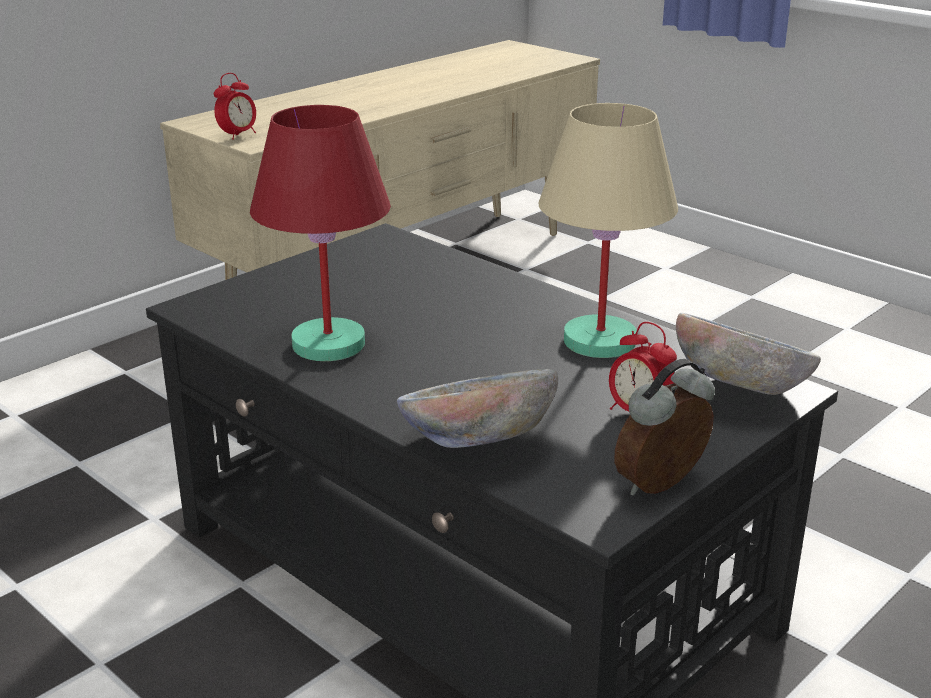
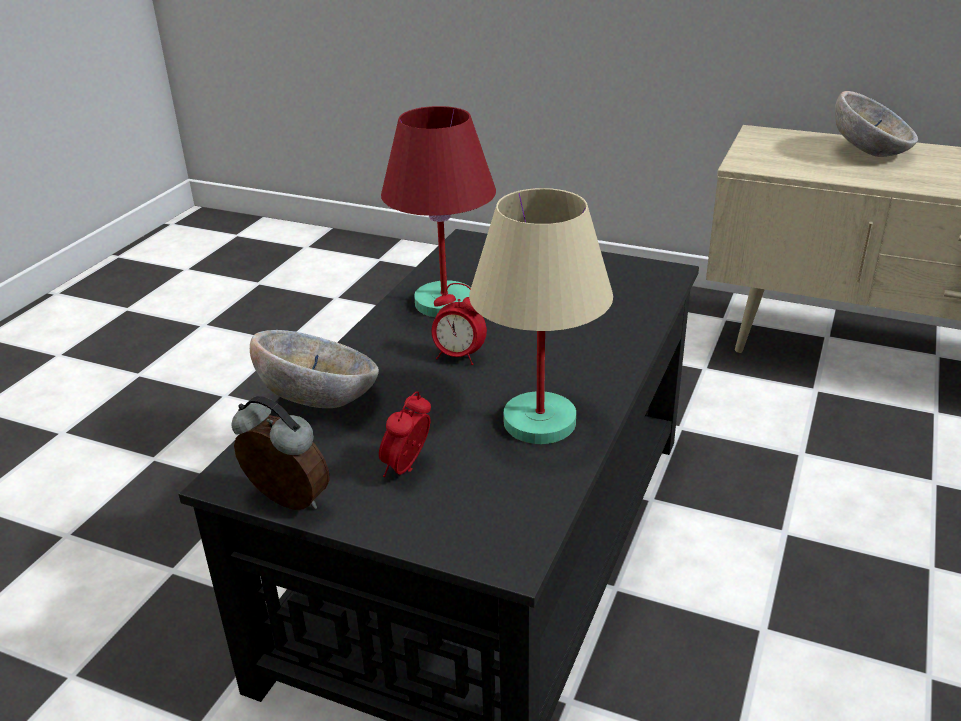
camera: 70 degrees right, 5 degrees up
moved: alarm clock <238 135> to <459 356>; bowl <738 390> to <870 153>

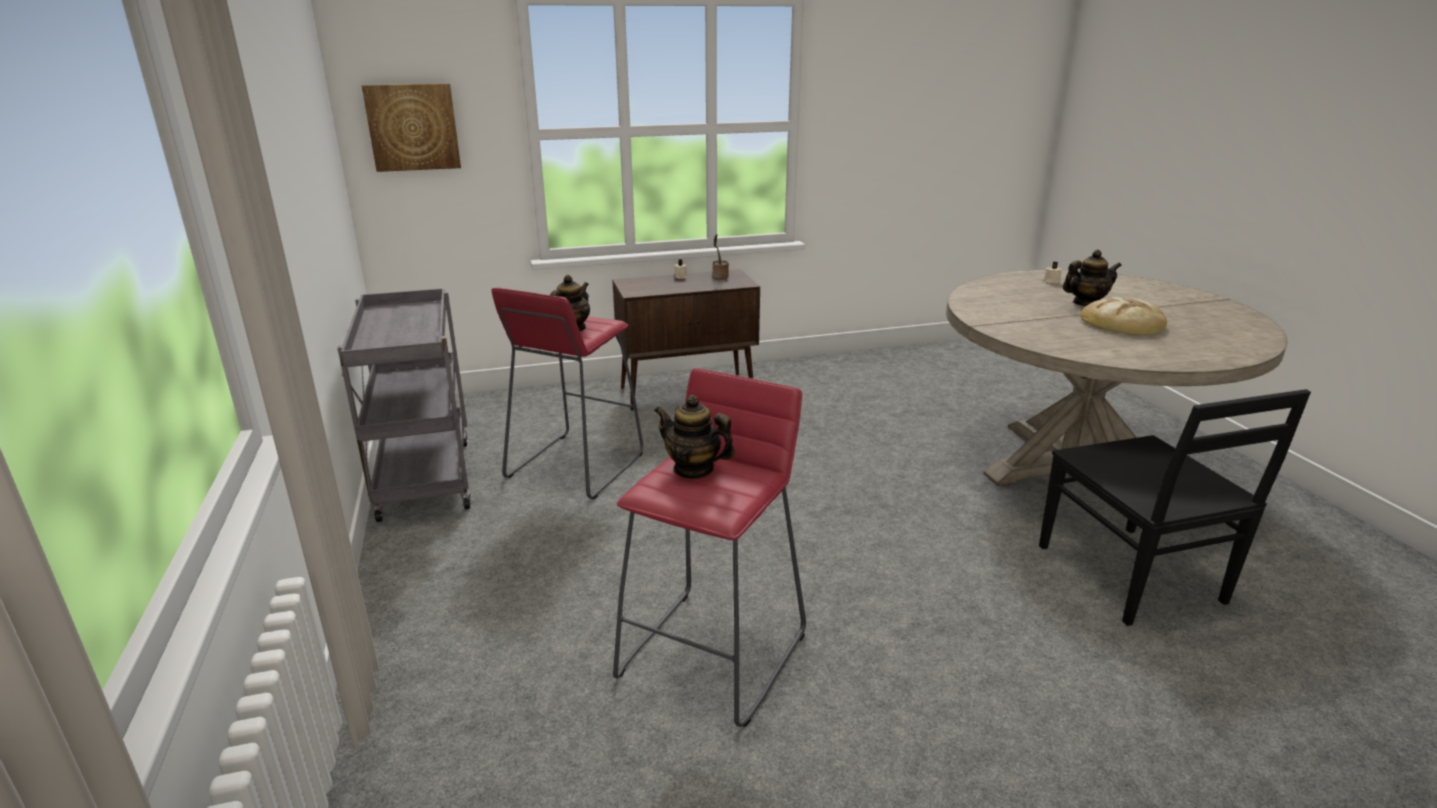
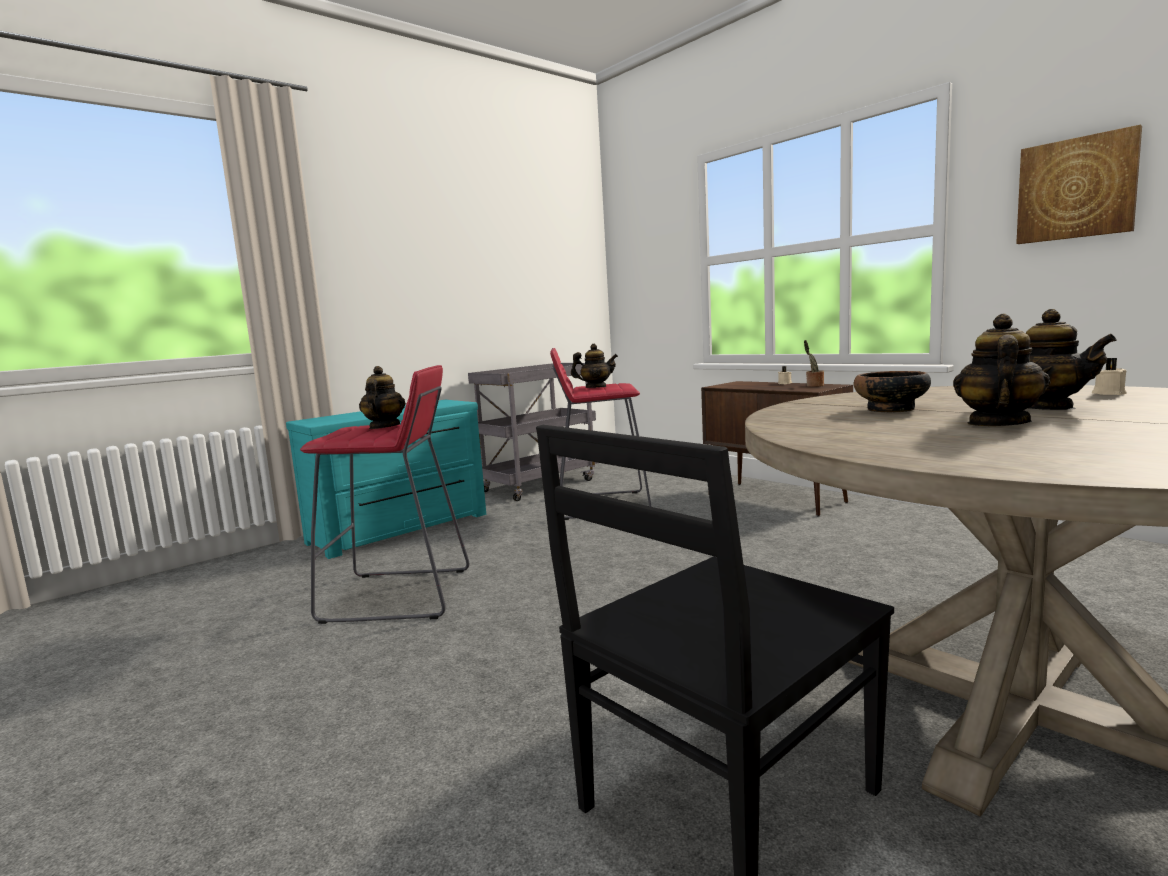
camera: 65 degrees right, 15 degrees down
added: turquoise dresser <402 529>; bowl <890 409>
moved: picture <413 127> to <1076 189>
replaced: bread <1123 323> to teapot <997 423>

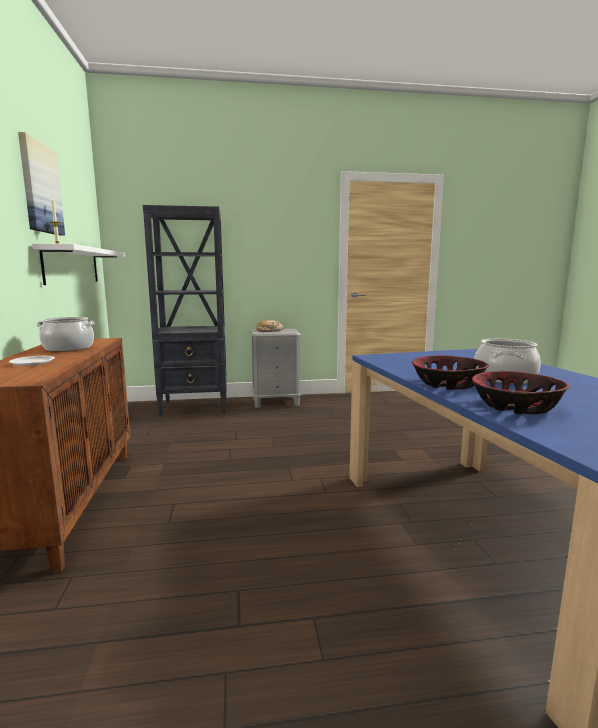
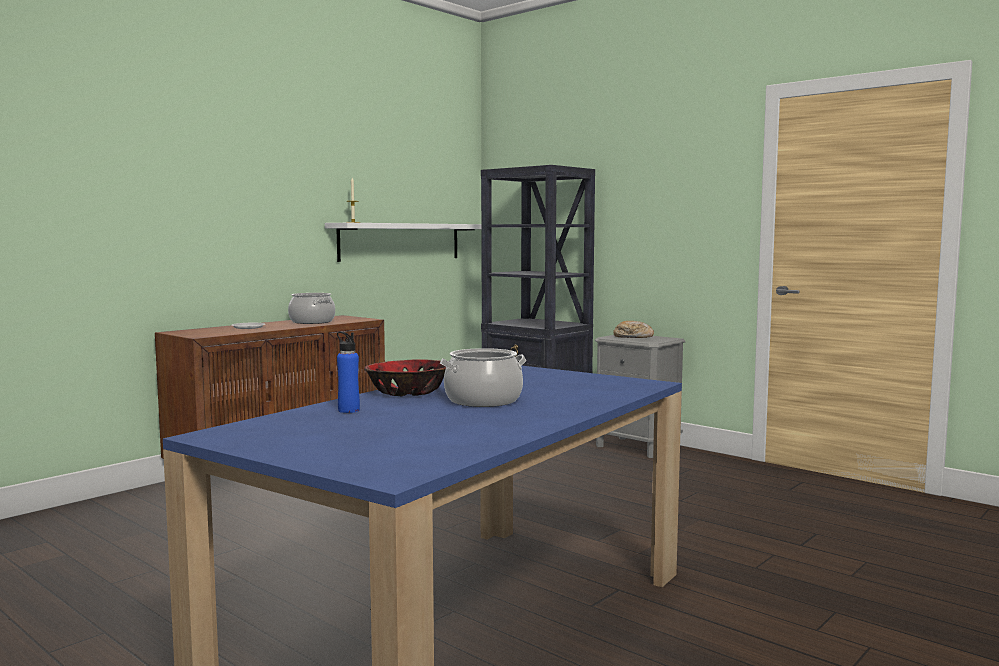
camera: 50 degrees right, 5 degrees down
removed: picture <40 188>
replaced: bowl <515 407> to blue bottle <348 410>

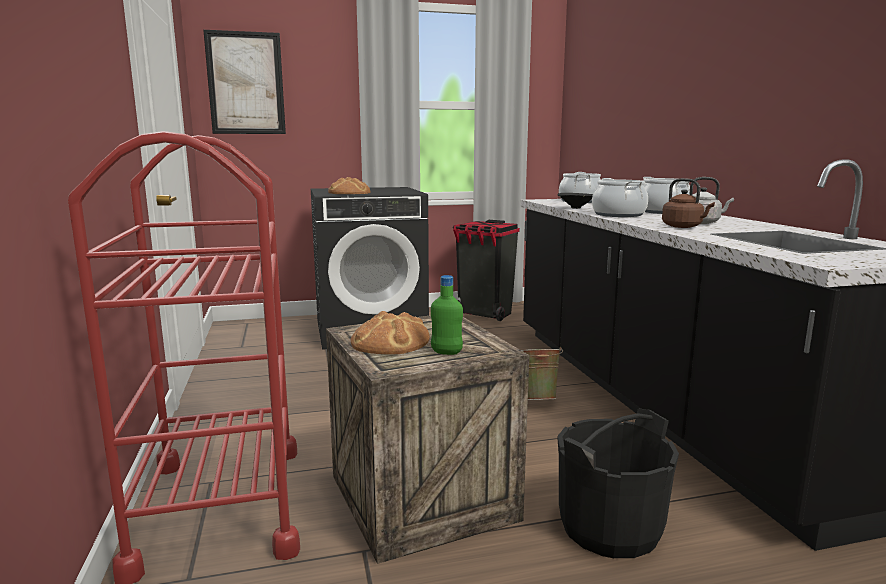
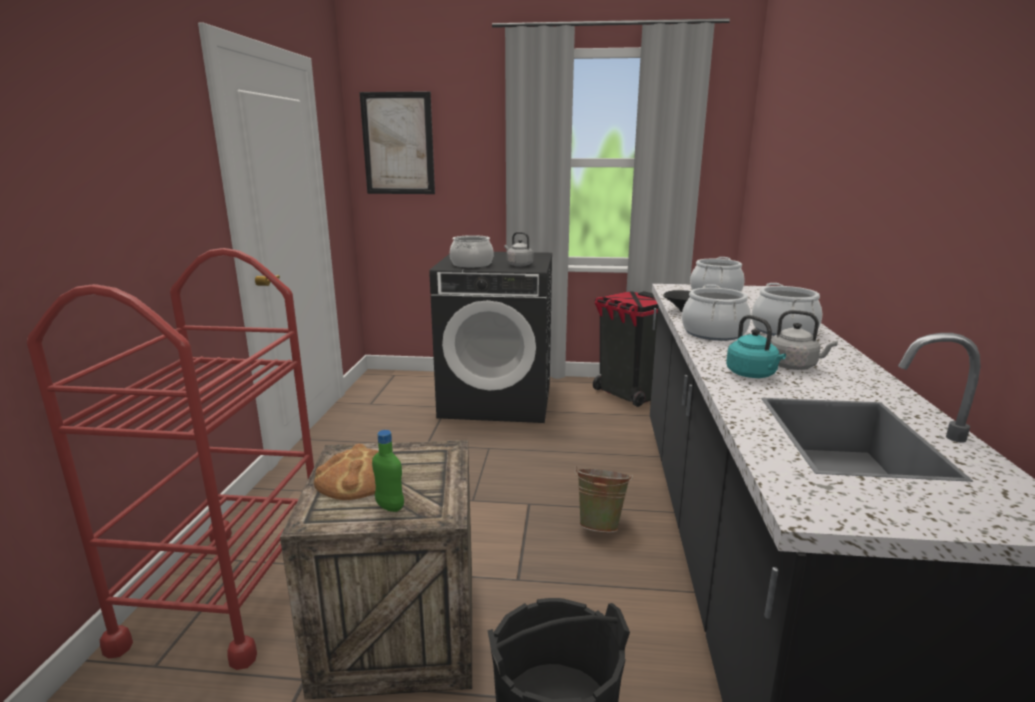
camera: 20 degrees right, 5 degrees up
added: grey kettle <518 265>
replaced: bread <349 193> to cooking pot <471 264>
recoloured: brown kettle <684 227> to turquoise kettle <752 375>

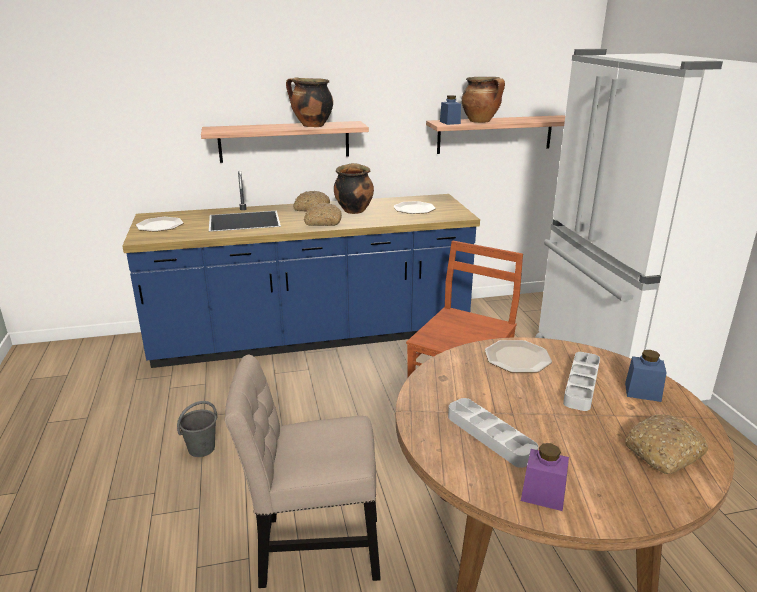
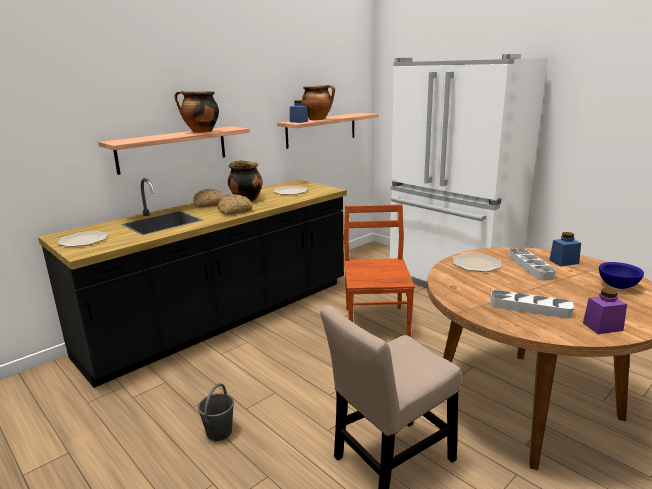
camera: 30 degrees left, 5 degrees down
replaced: bread <663 452> to blue bowl <618 286>
recoloured: blue counter <312 337> to black counter <224 318>

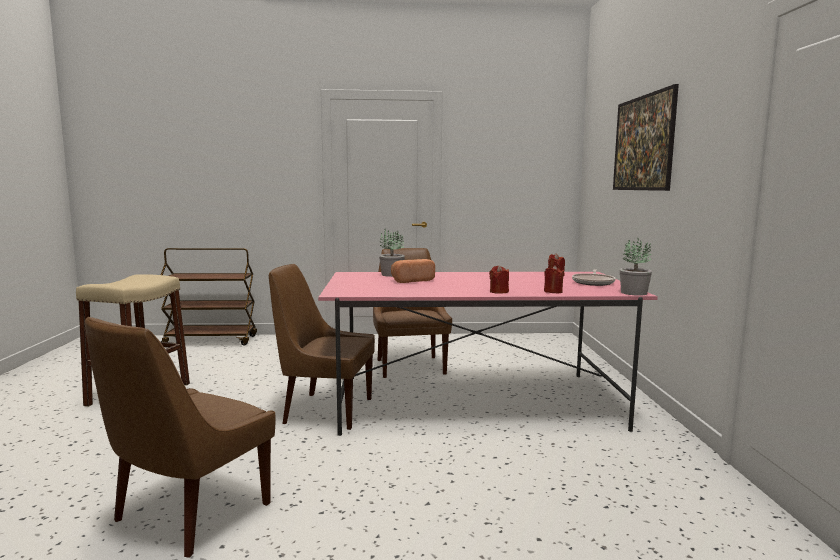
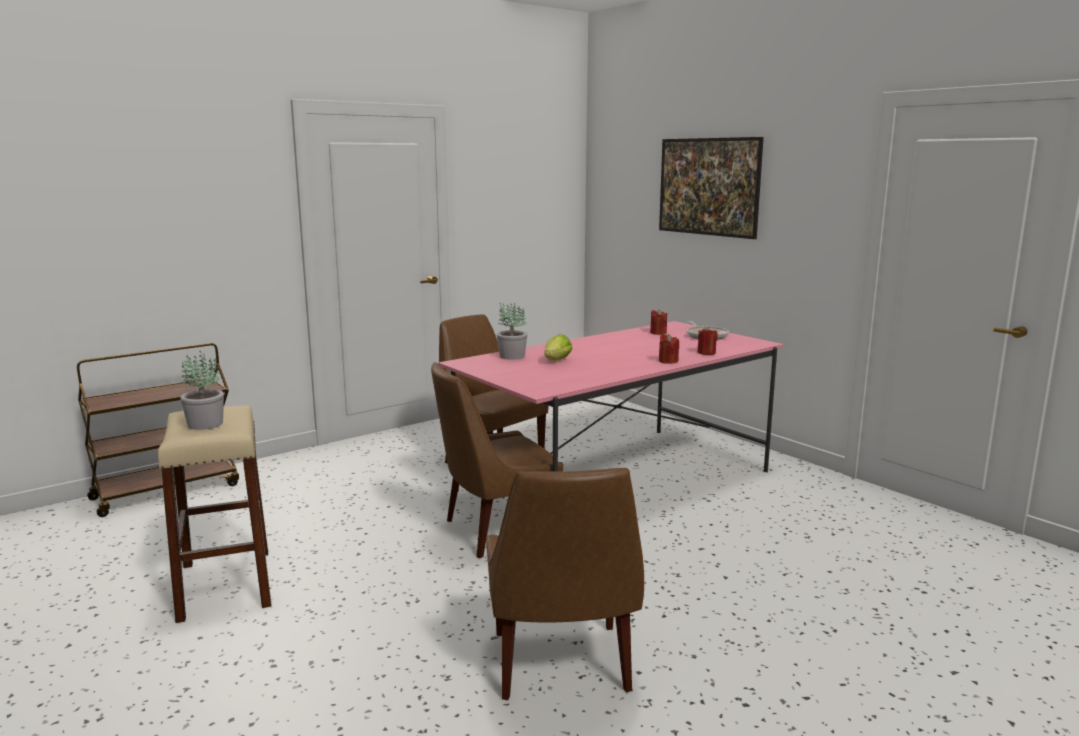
camera: 35 degrees left, 5 degrees up
moved: potted plant <633 293> to <204 424>
replaced: bread <411 280> to lettuce <556 361>

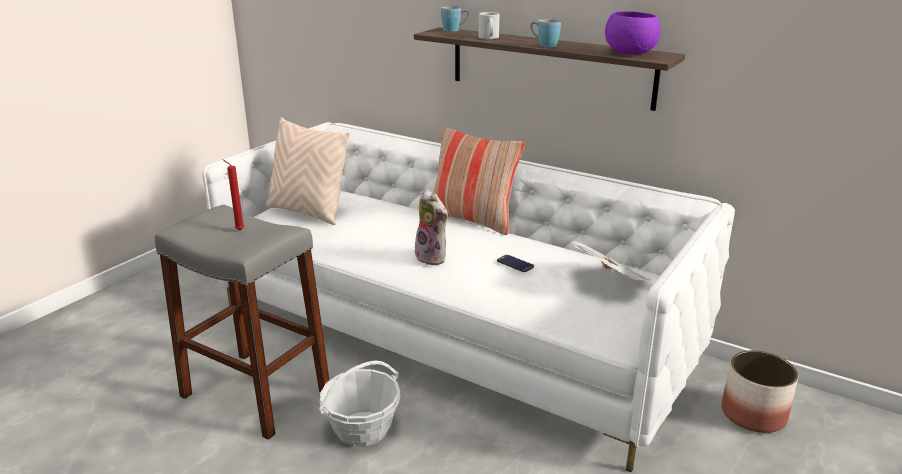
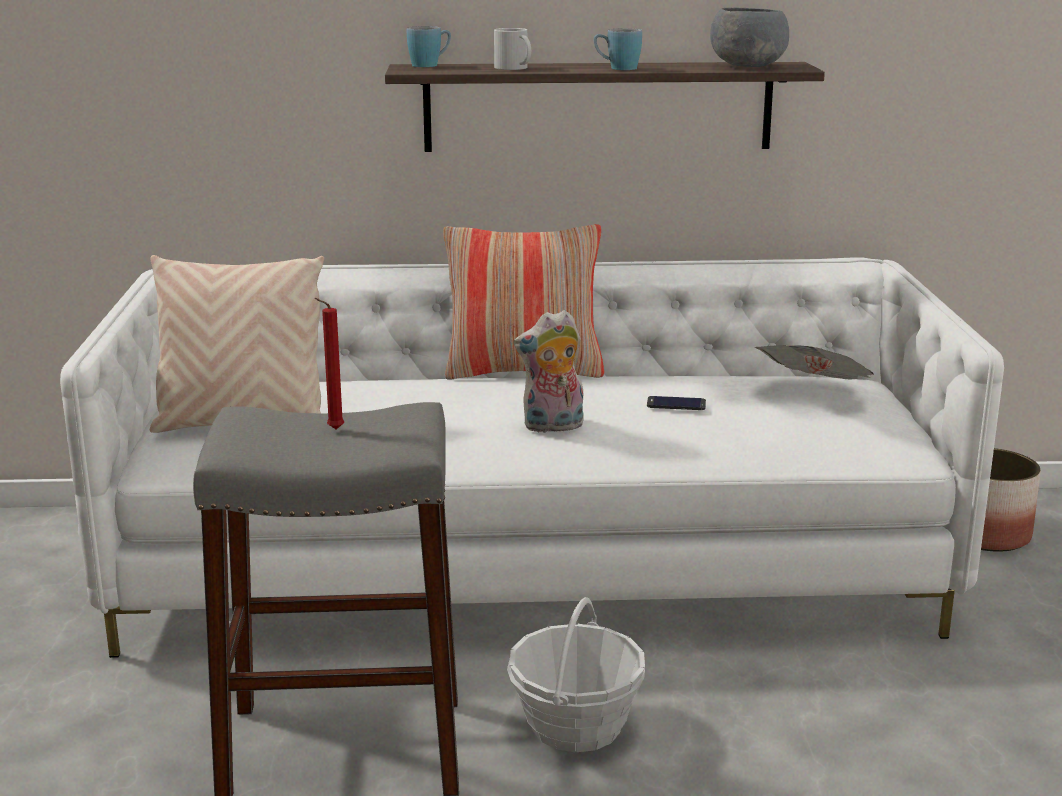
camera: 35 degrees left, 5 degrees down
recoloured: purple bowl <631 53> to grey bowl <749 66>
turned: plush toy <433 257> = <552 427> 150 degrees clockwise

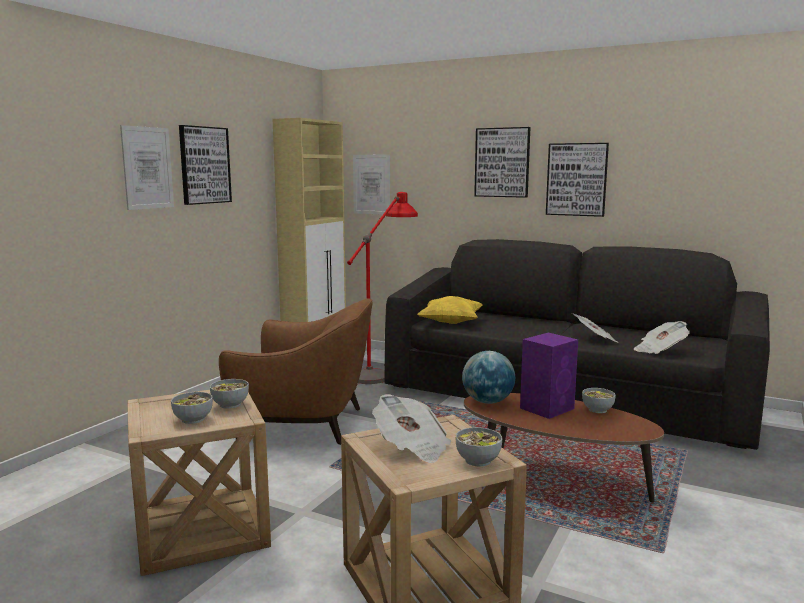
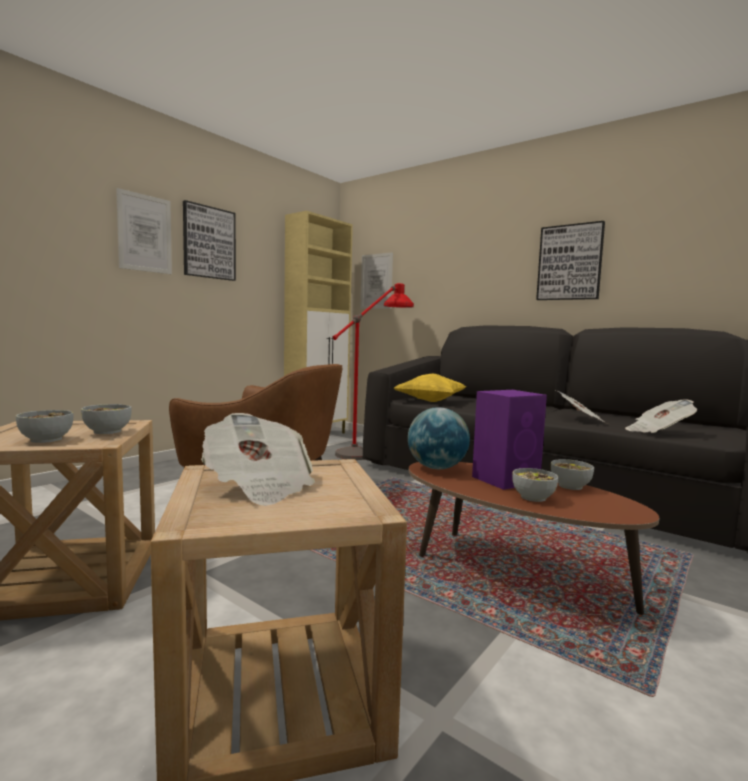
camera: 10 degrees right, 5 degrees down
removed: picture <502 162>
moved: bowl <478 460> to <533 497>

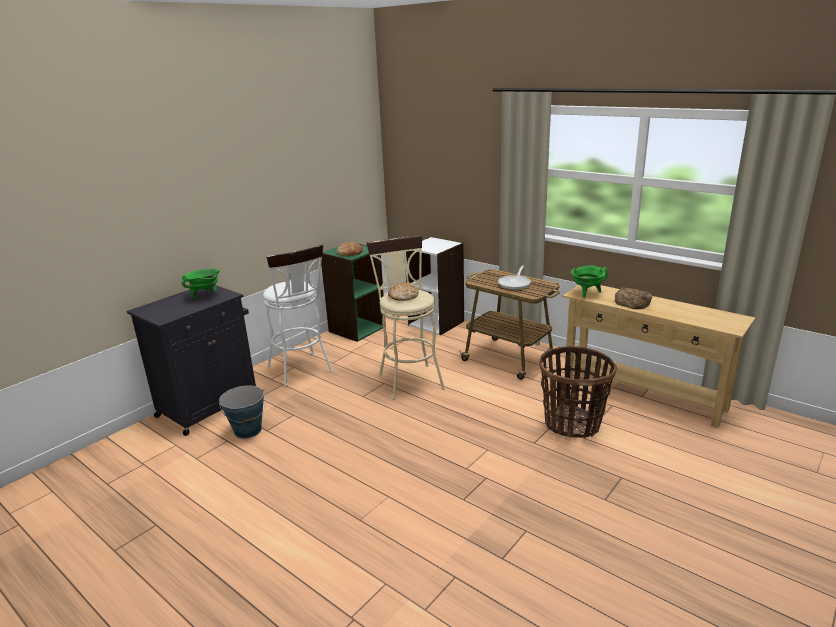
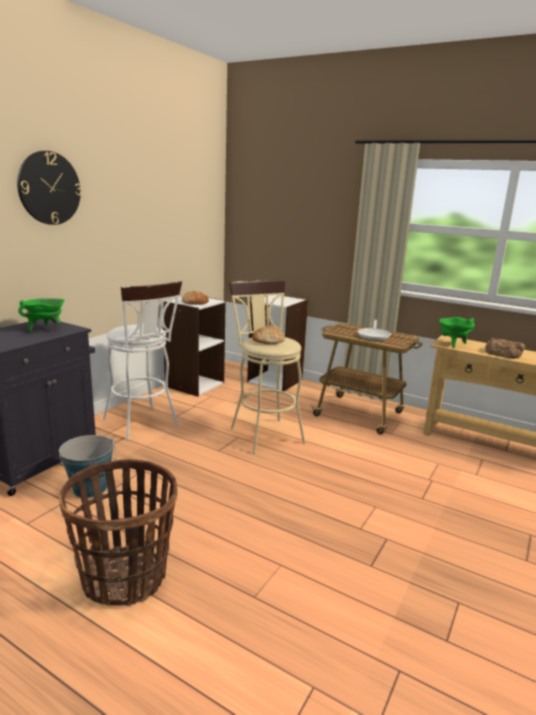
camera: 10 degrees left, 5 degrees down
added: wall clock <49 188>
moved: basket <572 424> to <125 577>
recoloured: green bookcase <356 329> to white bookcase <194 384>

